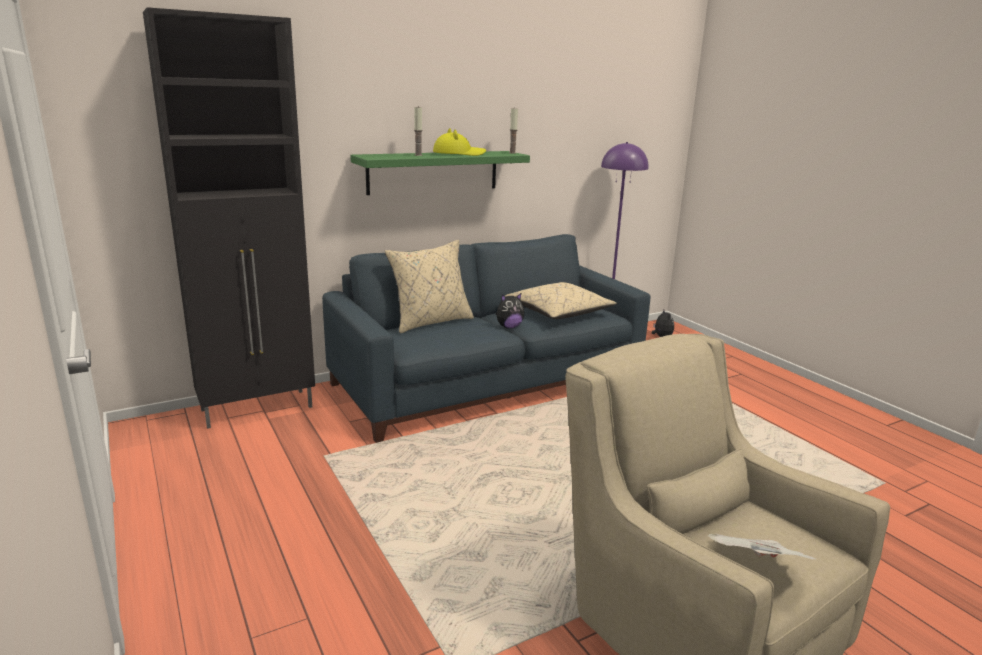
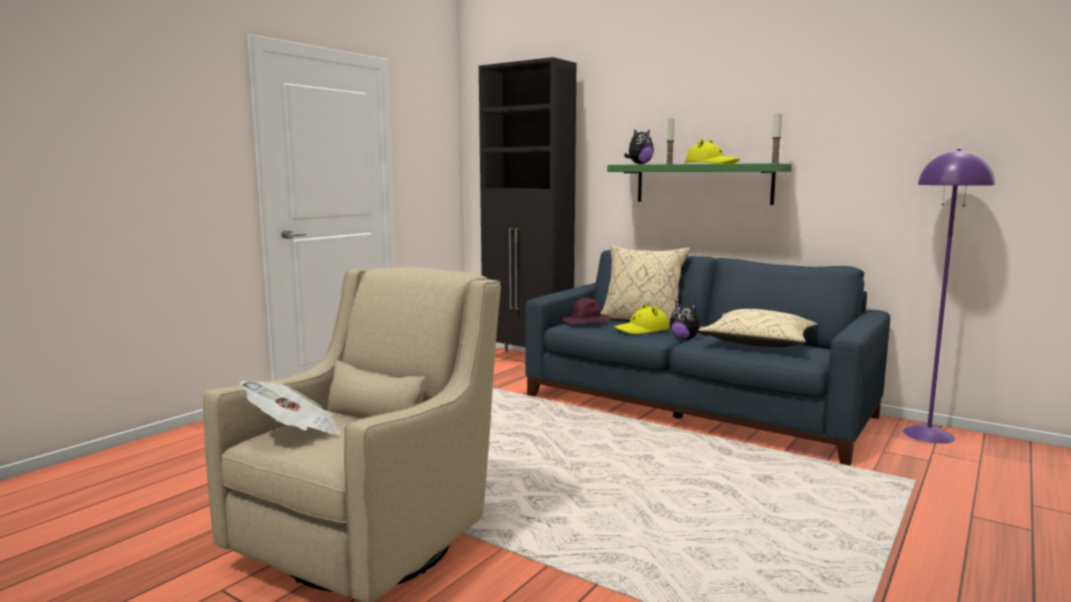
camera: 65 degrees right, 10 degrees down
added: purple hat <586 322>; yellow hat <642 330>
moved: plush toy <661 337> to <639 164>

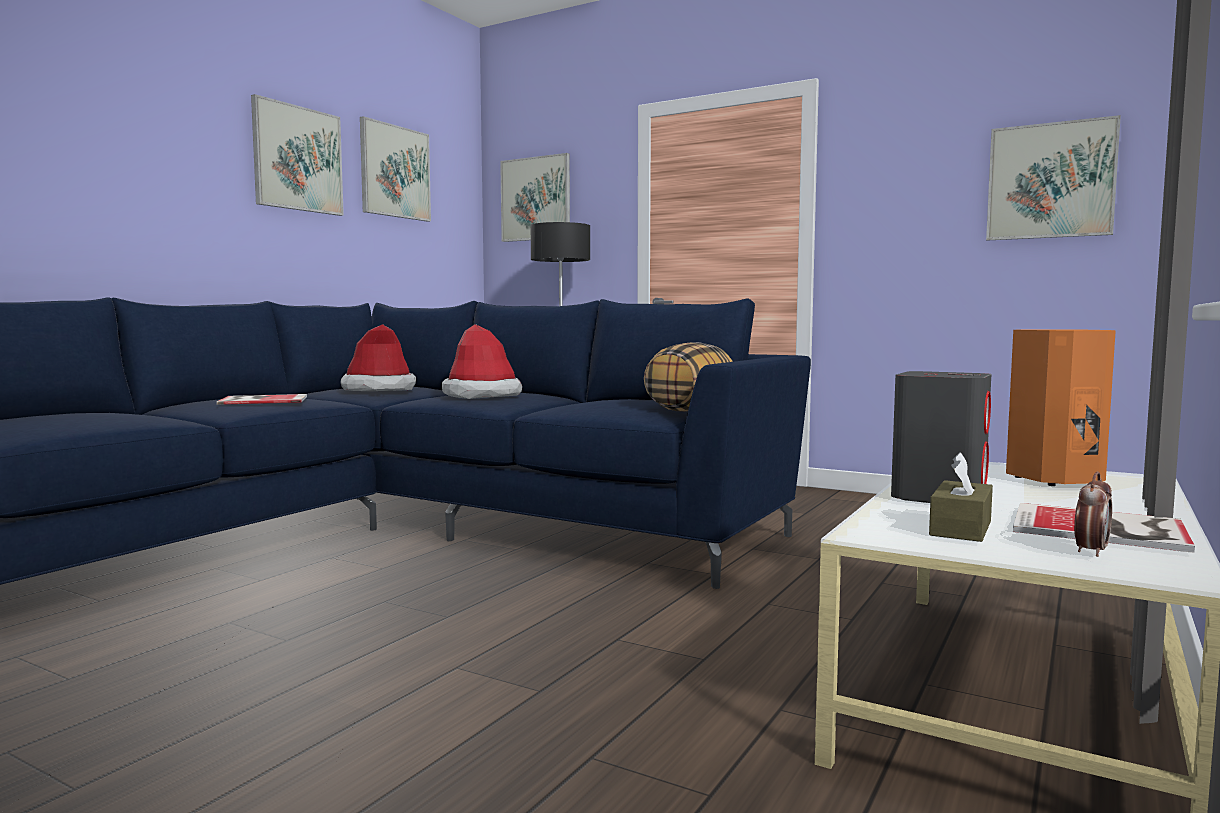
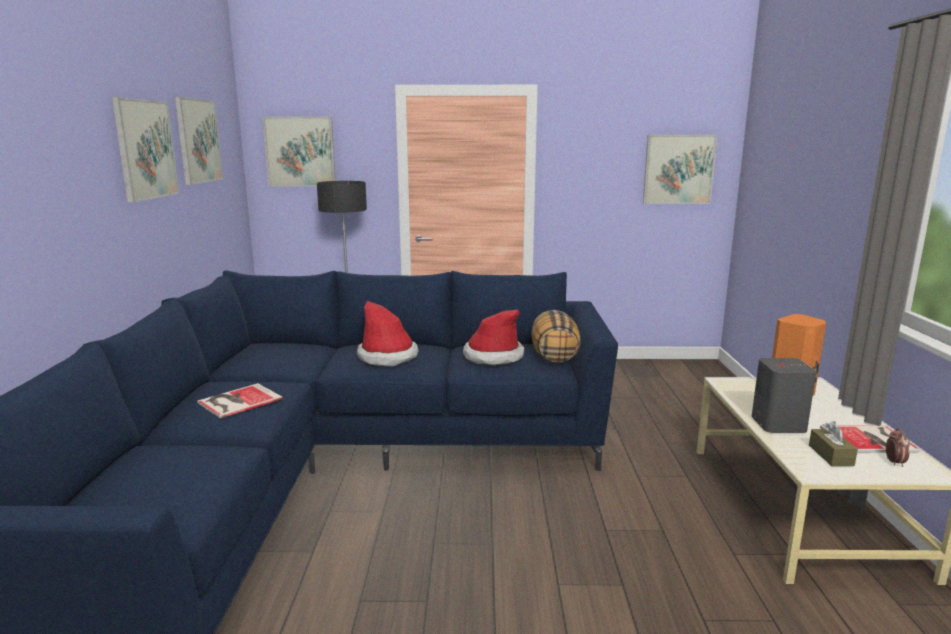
camera: 30 degrees left, 10 degrees up
moved: hat <378 389> to <493 356>

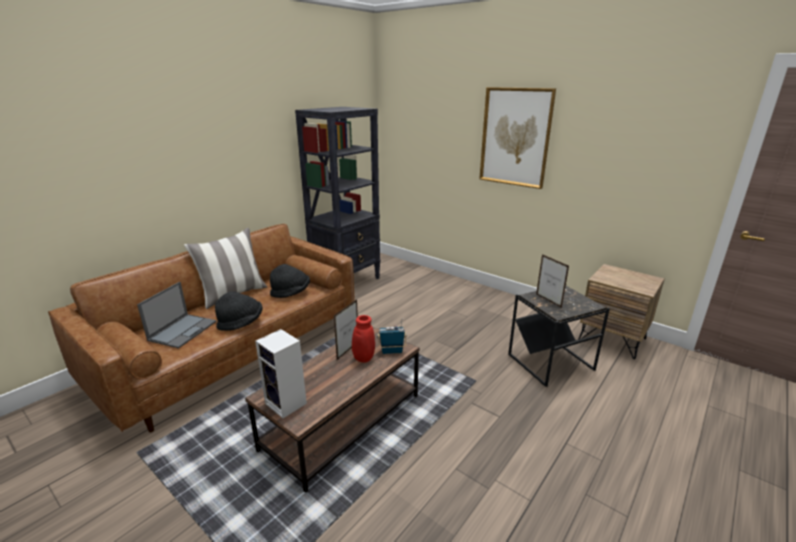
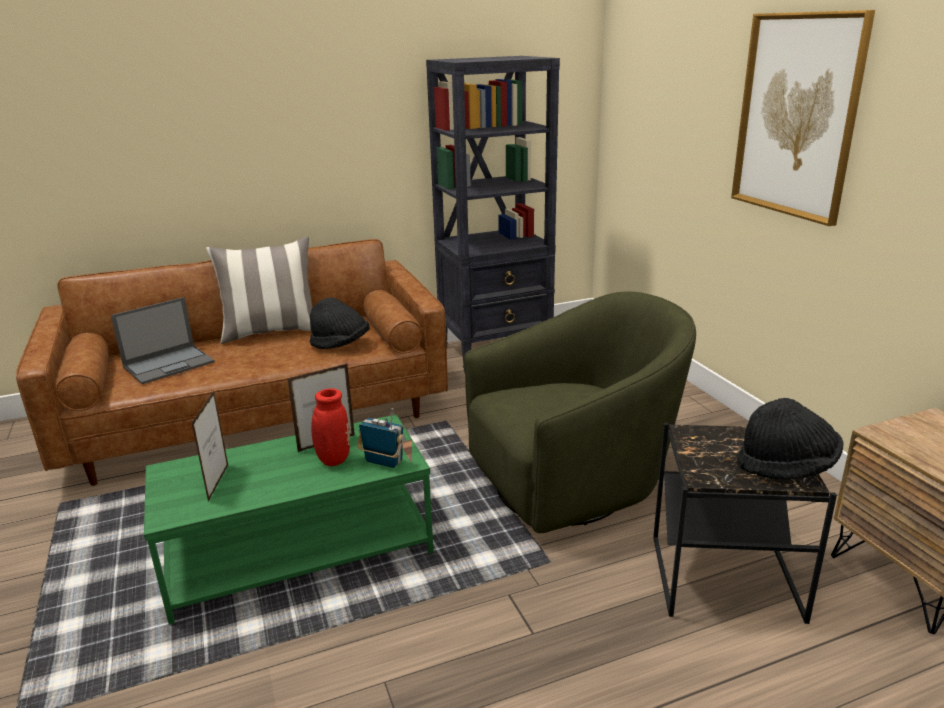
camera: 30 degrees right, 0 degrees up
removed: speaker <287 404>
added: green armchair <575 483>
moved: black hat <241 323> to <786 466>; picture frame <548 301> to <218 483>
recoloured: brown coffee table <343 421> to green coffee table <300 550>

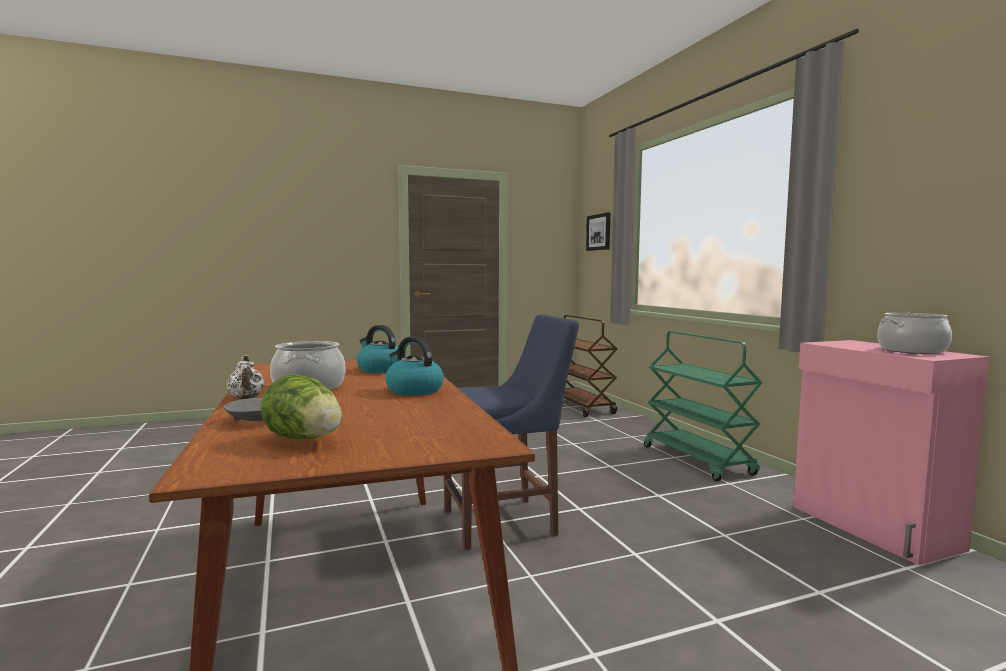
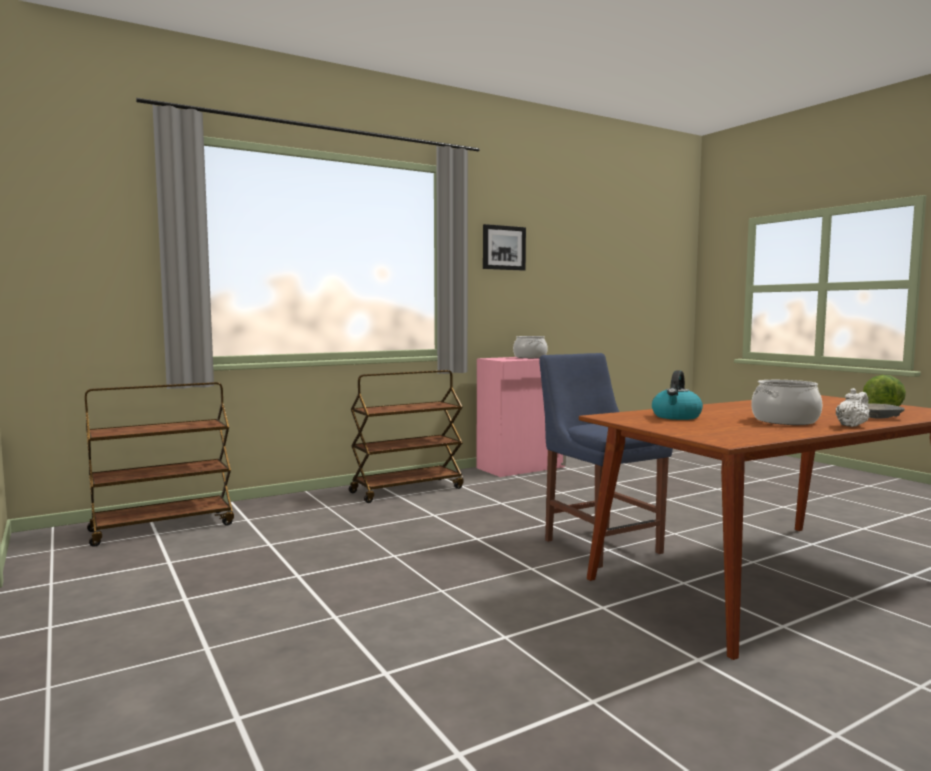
camera: 100 degrees left, 0 degrees up
removed: kettle <413 390>
moved: picture <599 232> to <503 248>
recoloured: green cart <698 460> to brown cart <407 490>

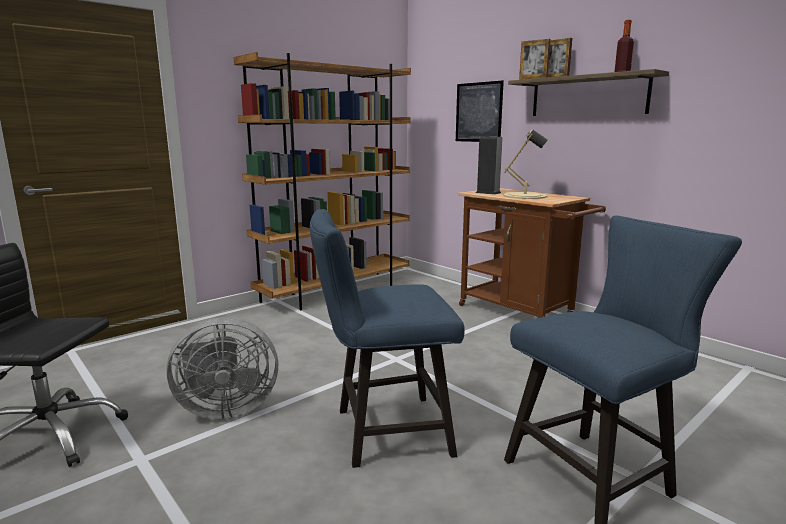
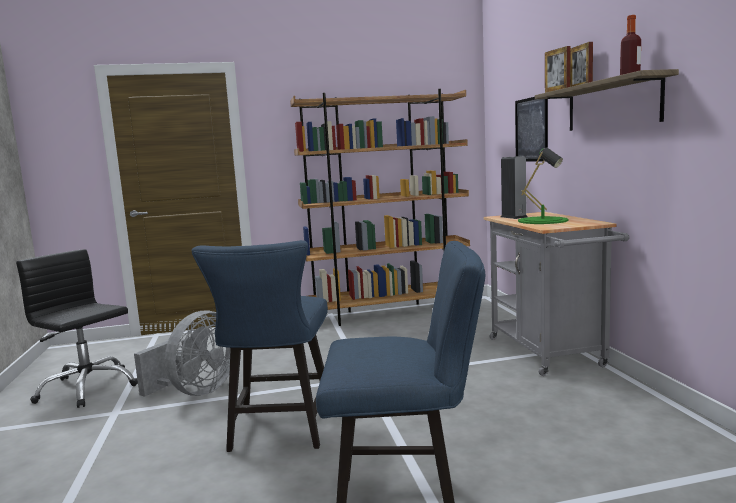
camera: 30 degrees right, 5 degrees down
recoloured: brown cart <521 313> to grey cart <549 354>; beige table lamp <525 196> to green table lamp <543 220>
turned: grey fan <225 409> = <197 391> 75 degrees counterclockwise; blue chair <383 432> = <279 432> 105 degrees counterclockwise

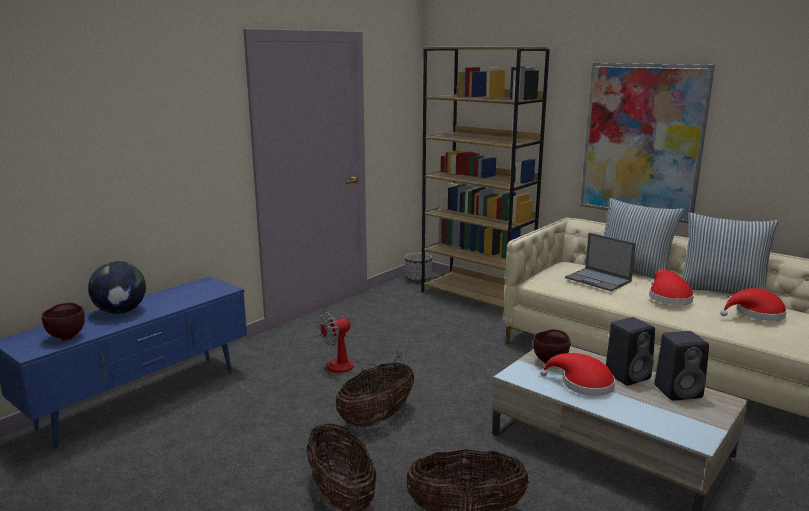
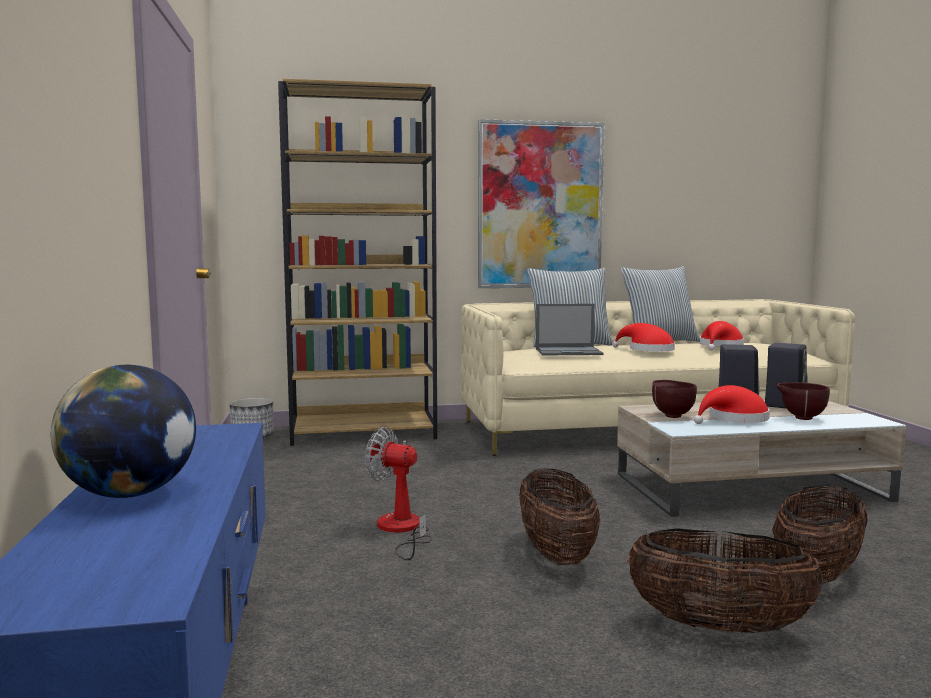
camera: 50 degrees left, 10 degrees down
moved: brown bowl <67 336> to <800 418>
turned: fan <349 368> = <401 530> 105 degrees clockwise

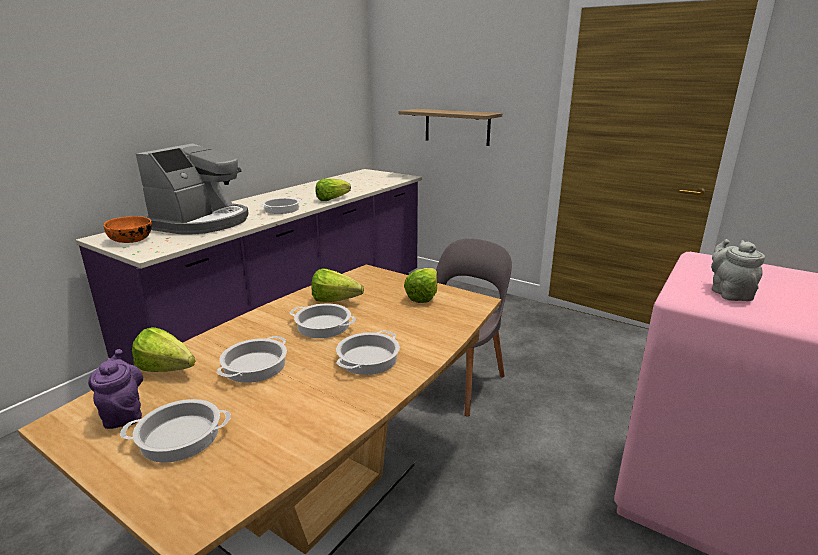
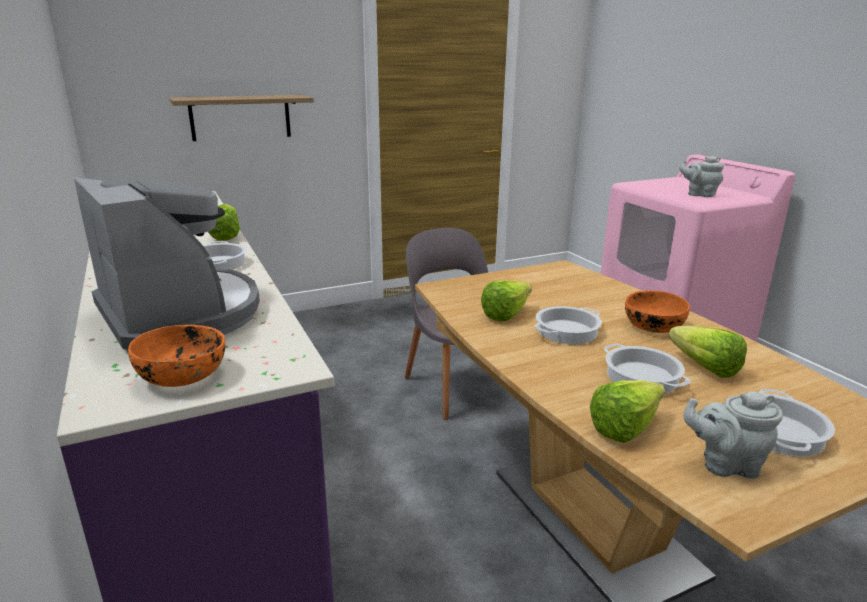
camera: 60 degrees left, 0 degrees up
moved: lettuce <426 295> to <700 365>
replaced: cooking pot <368 359> to orange bowl <652 326>
recoloured: purple teapot <123 414> to grey teapot <725 464>

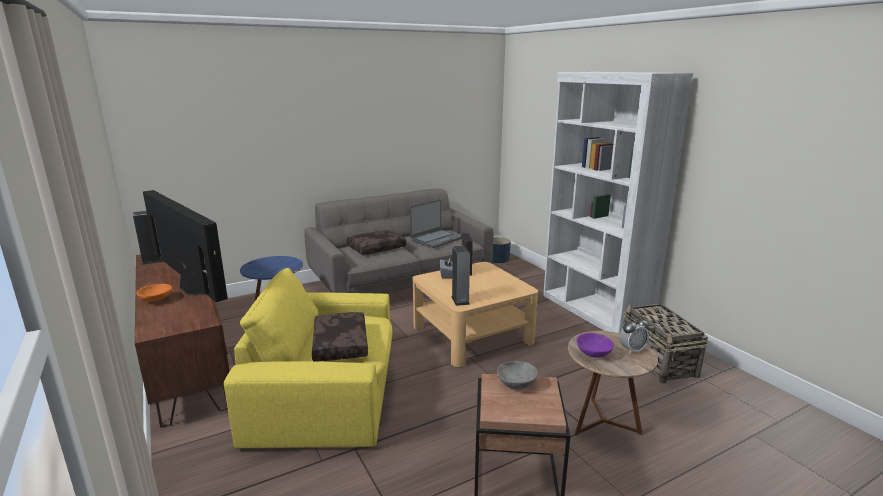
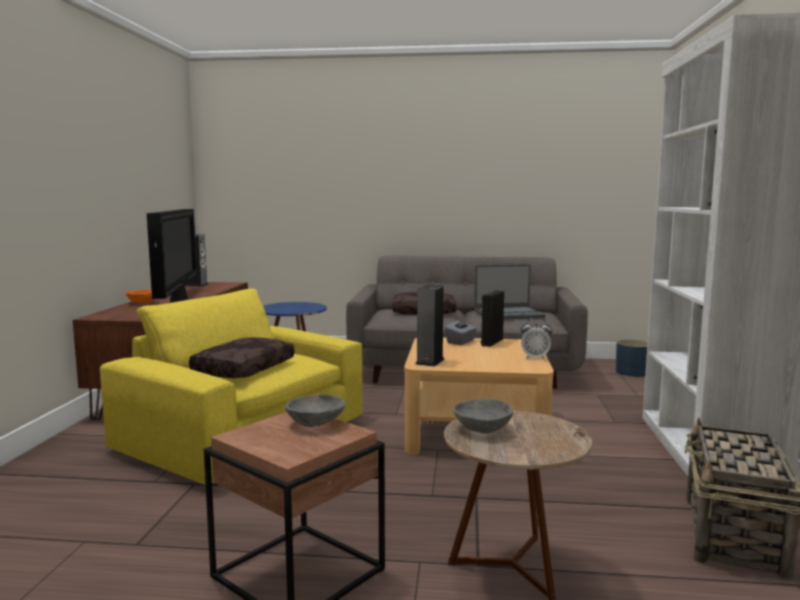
camera: 35 degrees right, 10 degrees down
moved: alarm clock <632 350> to <535 358>
recoloured: purple bowl <593 353> to grey bowl <483 429>

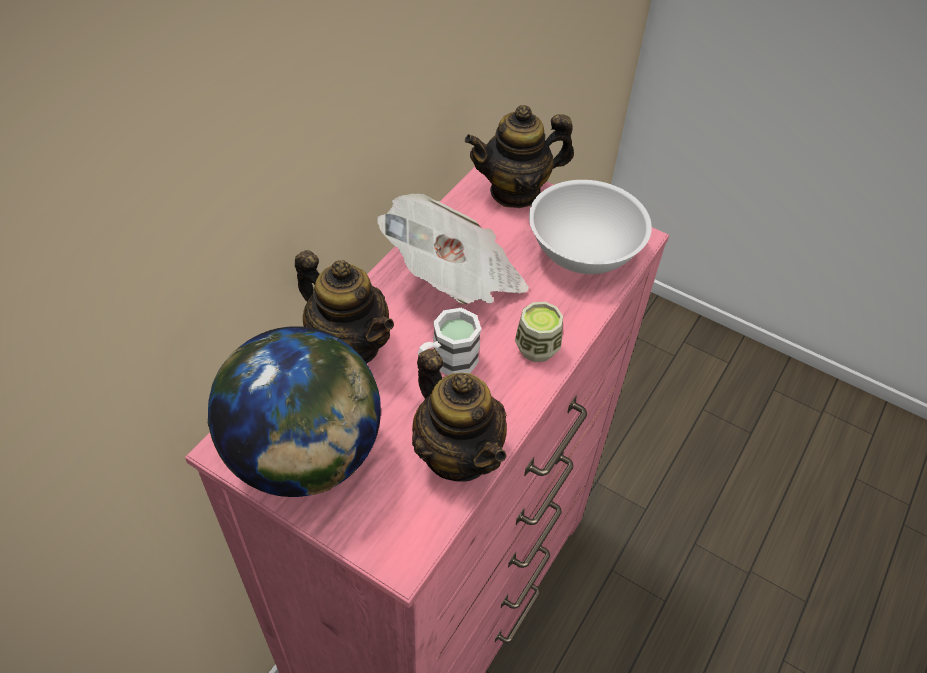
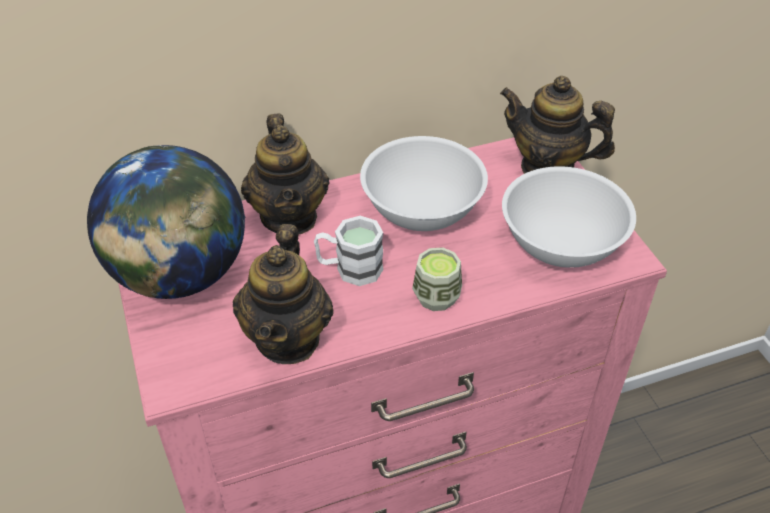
camera: 40 degrees right, 5 degrees down
replaced: newspaper <455 278> to white bowl <423 209>

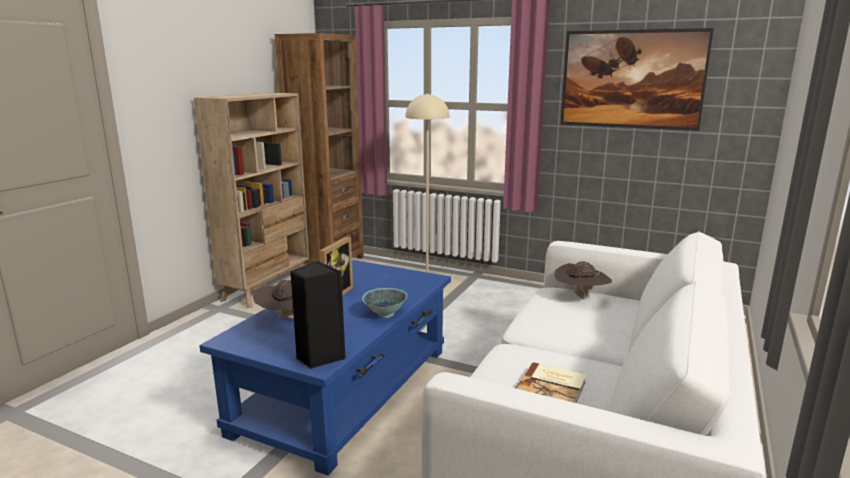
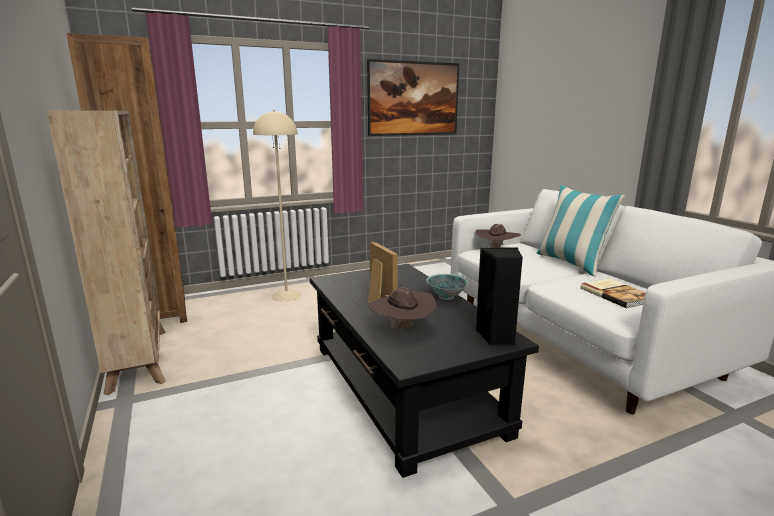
camera: 50 degrees left, 0 degrees up
added: pillow <571 263>
recoloured: blue coffee table <345 389> to black coffee table <403 388>

